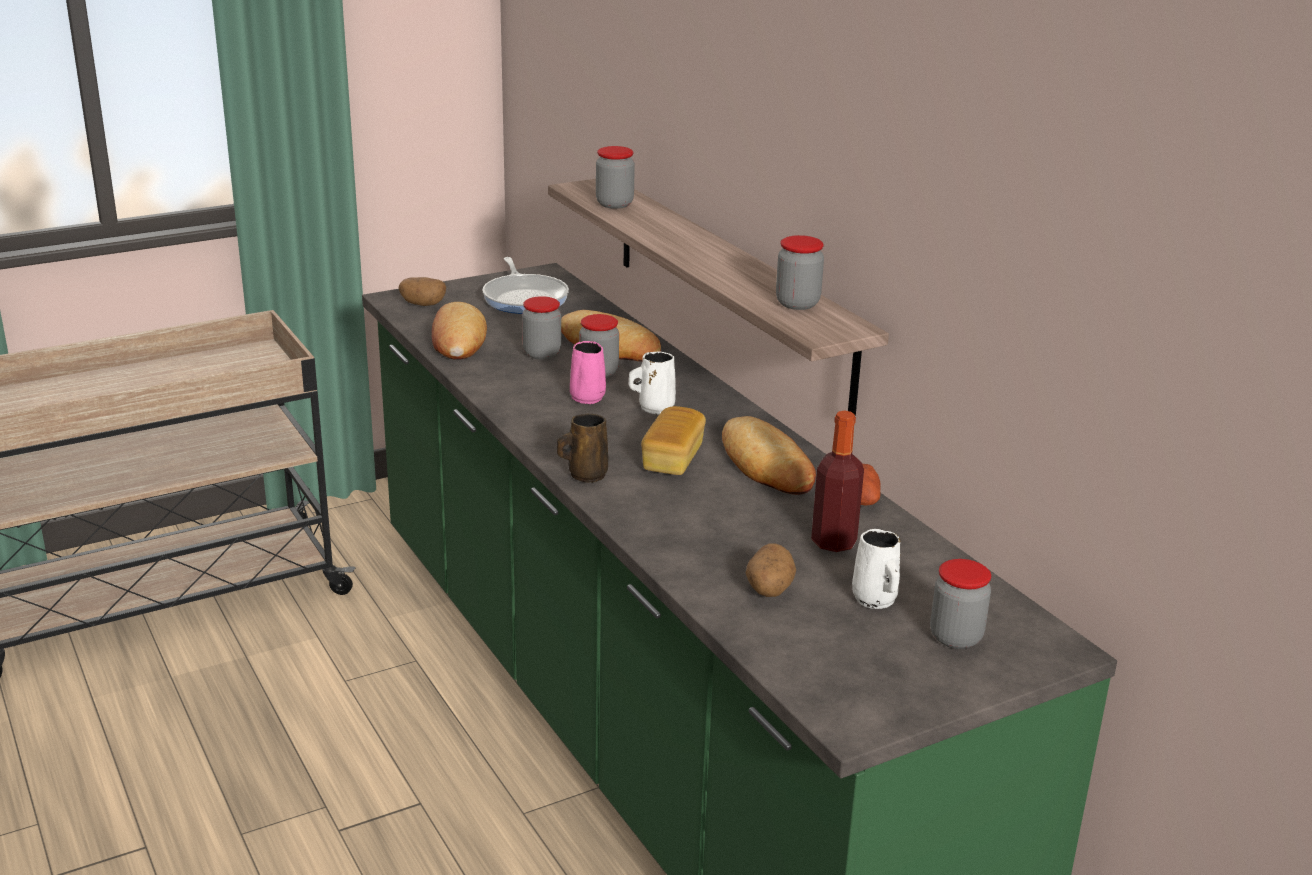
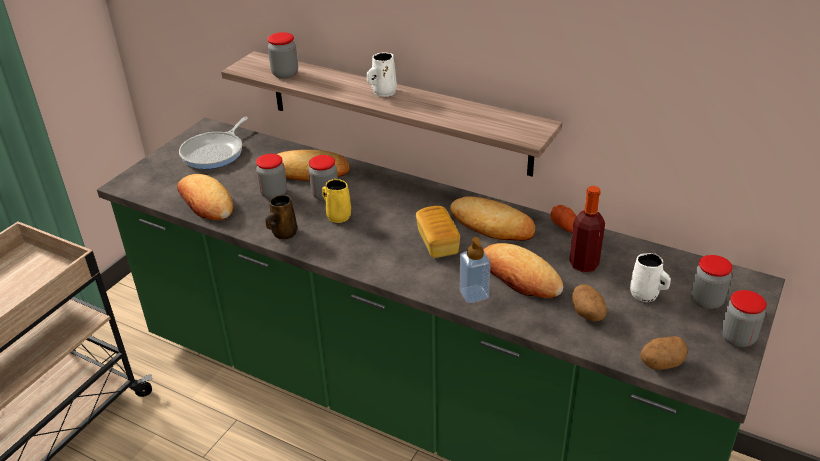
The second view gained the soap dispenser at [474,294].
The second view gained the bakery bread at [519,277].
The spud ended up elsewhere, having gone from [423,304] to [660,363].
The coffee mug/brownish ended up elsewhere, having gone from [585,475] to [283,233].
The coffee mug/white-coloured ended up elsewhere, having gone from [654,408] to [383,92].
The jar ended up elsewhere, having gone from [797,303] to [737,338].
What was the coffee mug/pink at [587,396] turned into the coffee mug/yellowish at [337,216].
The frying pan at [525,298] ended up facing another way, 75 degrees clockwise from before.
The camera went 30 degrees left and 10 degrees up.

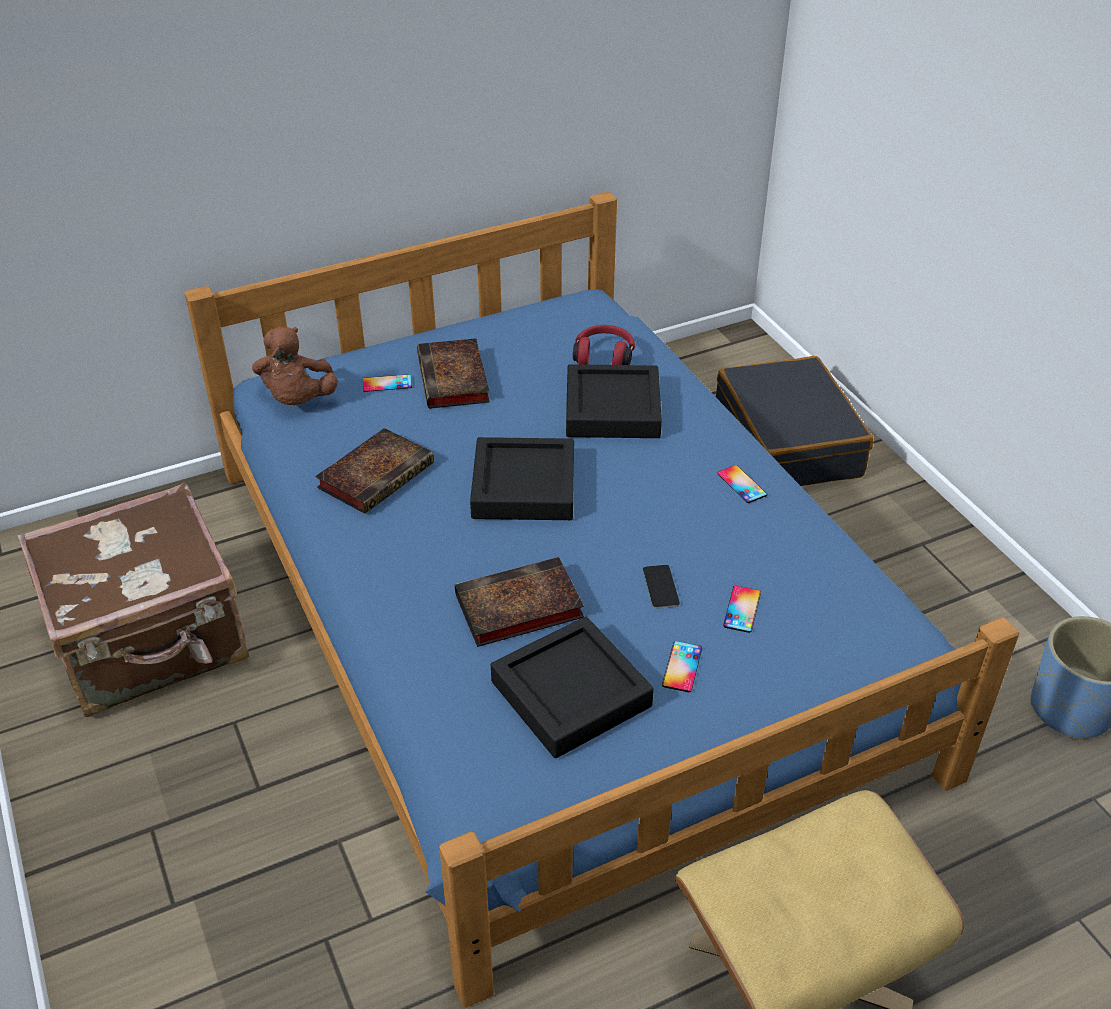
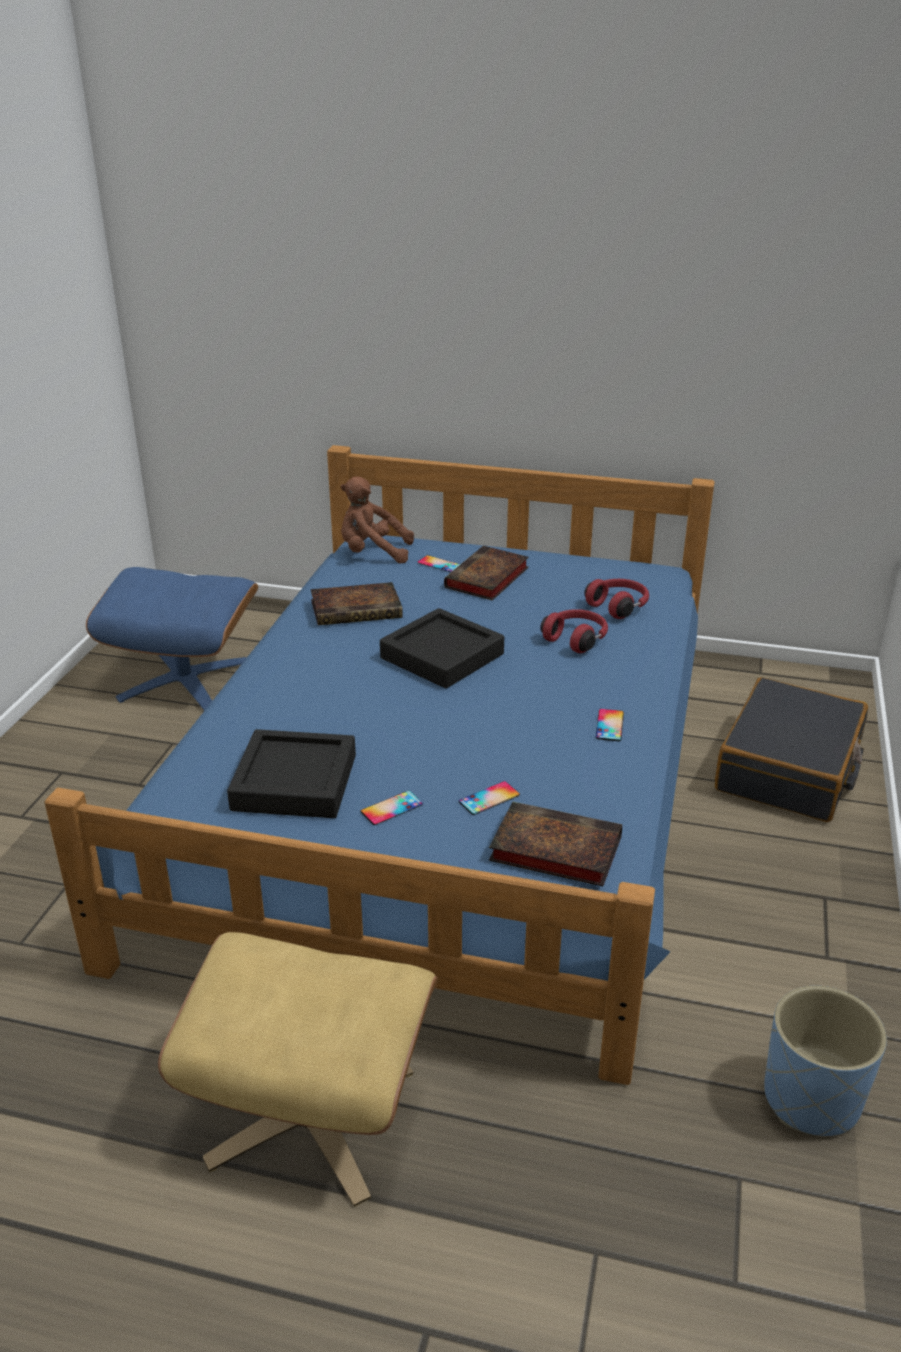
The second view lost the telephone at [660,587].
The bound book ended up elsewhere, having gone from [516,608] to [552,849].
Where the travel case/brownish stood at [152,643], the footrest/blue came to stand at [185,680].
Where the carrying tray/black-coloured stood at [612,409], the headphones/red-coloured came to stand at [576,639].
The cuddly toy/brownish at [298,400] ended up facing another way, 60 degrees clockwise from before.
The camera went 40 degrees right and 10 degrees down.

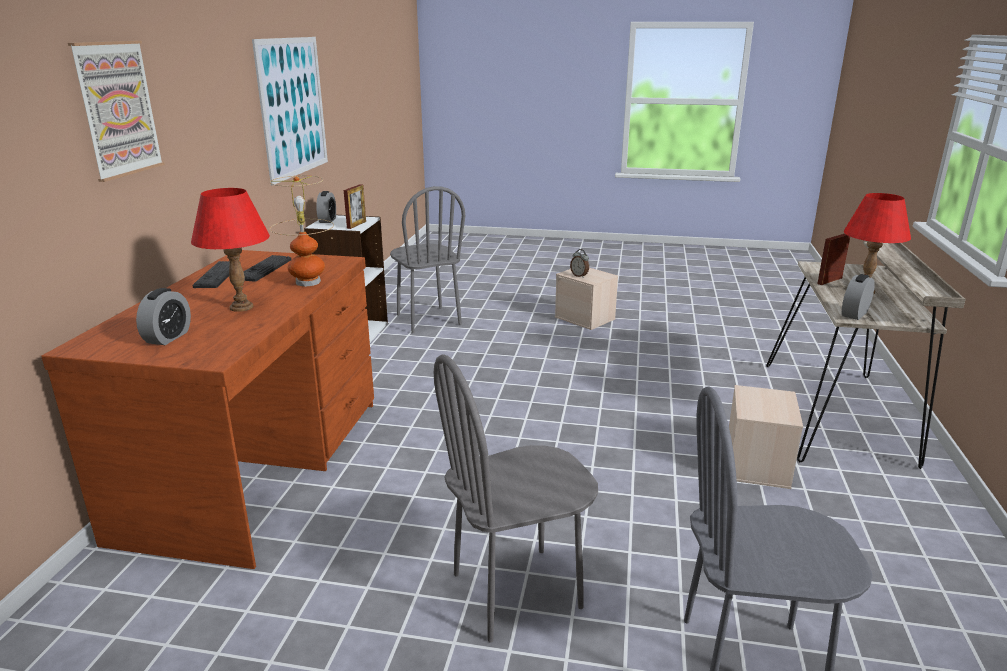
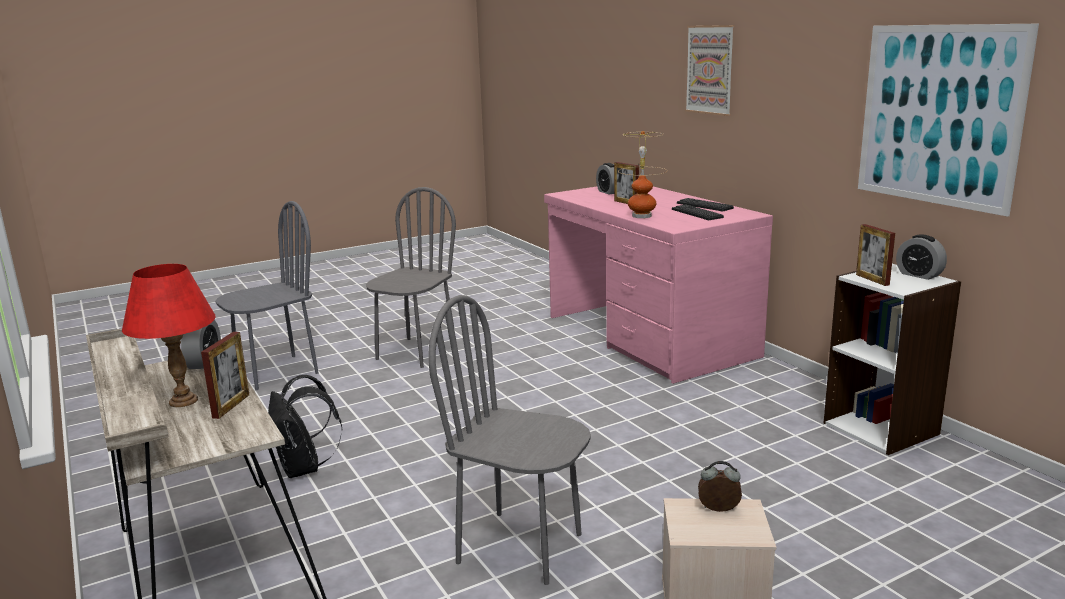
The chair/gray ended up elsewhere, having gone from [428,320] to [520,547].
Where the lamp for a table/red-coloured stood at [241,307], the picture frame came to stand at [626,203].
Where the storage bin/sand-coloured stood at [755,464], the backpack/black-coloured came to stand at [304,469].
What was the desk unit/brownish at [259,465] turned into the desk unit/pink at [648,336].
The camera went 140 degrees right and 5 degrees down.

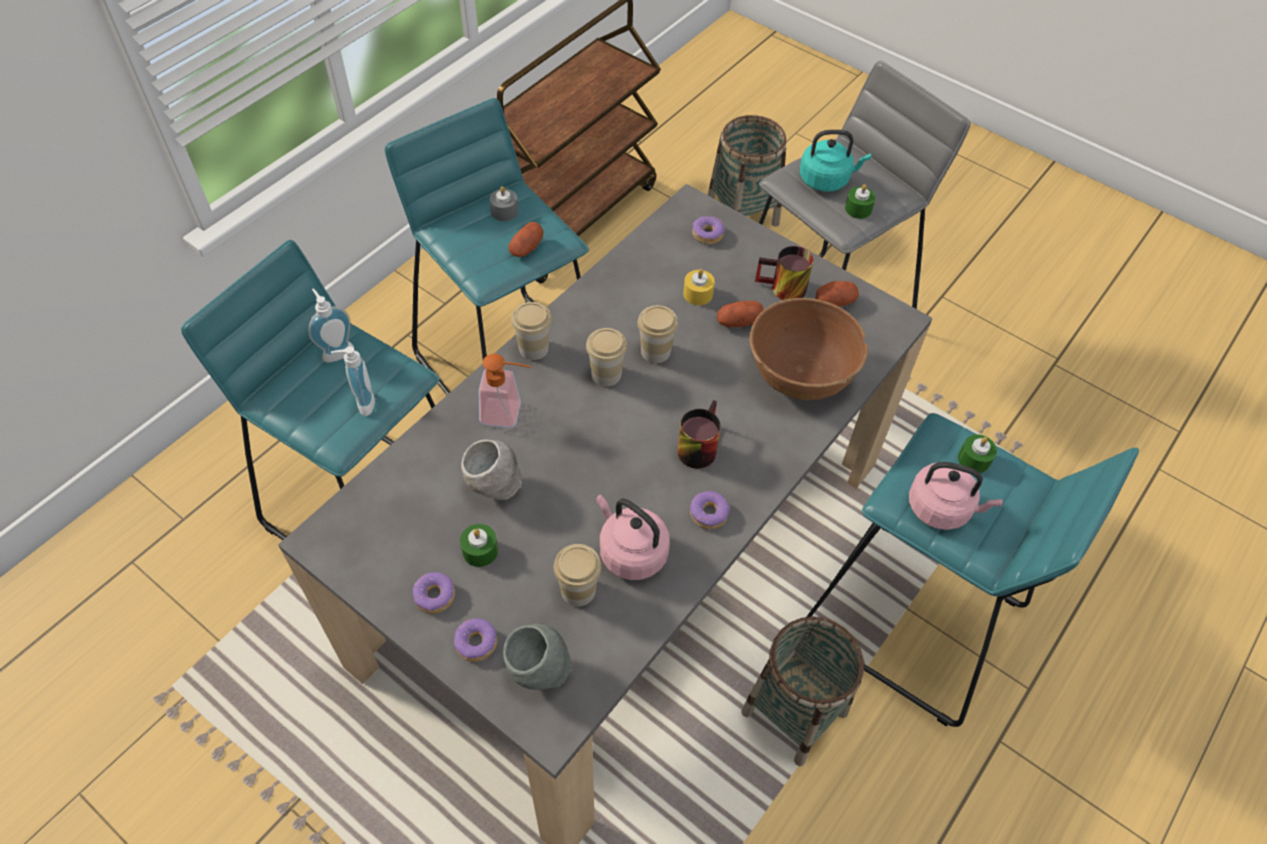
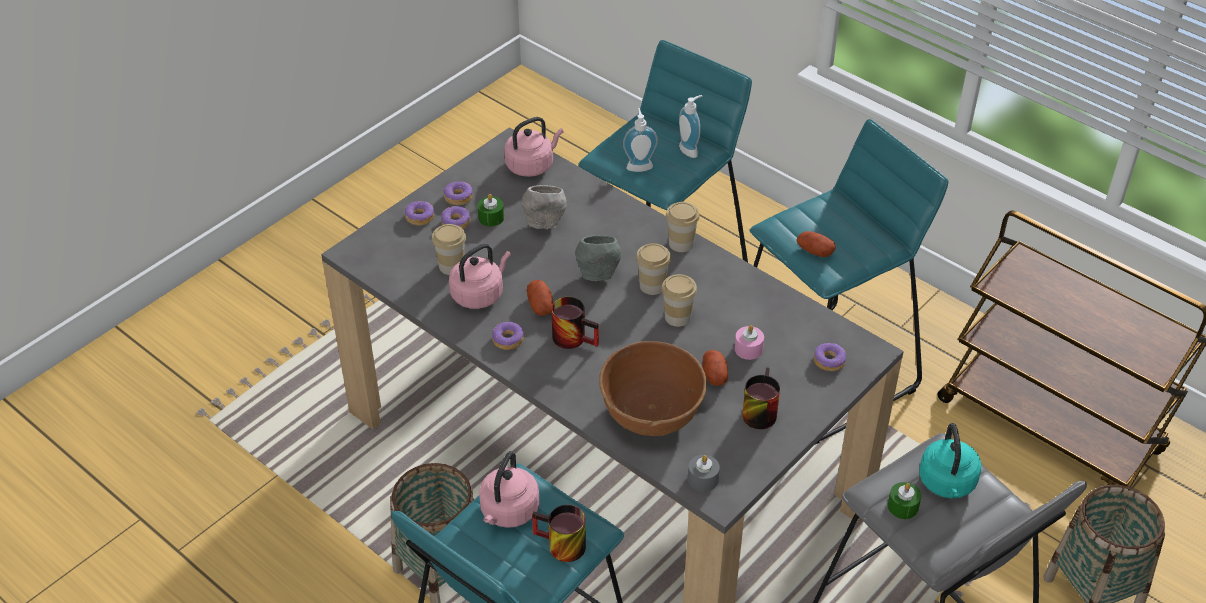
The second view lost the soap dispenser at [508,414].
The second view gained the donut at [455,223].
The second view gained the water kettle/pink at [532,165].
The wax light/gray ended up elsewhere, having gone from [504,211] to [703,479].
The deep dish/gray ended up elsewhere, having gone from [539,672] to [598,275].
The spud ended up elsewhere, having gone from [835,302] to [540,306].
Where the wax light/green-coloured stood at [974,459], the coffee mug came to stand at [559,547].
What was the wax light/yellowish at [698,294] turned into the wax light/pink at [748,349].
The camera went 95 degrees right and 10 degrees down.

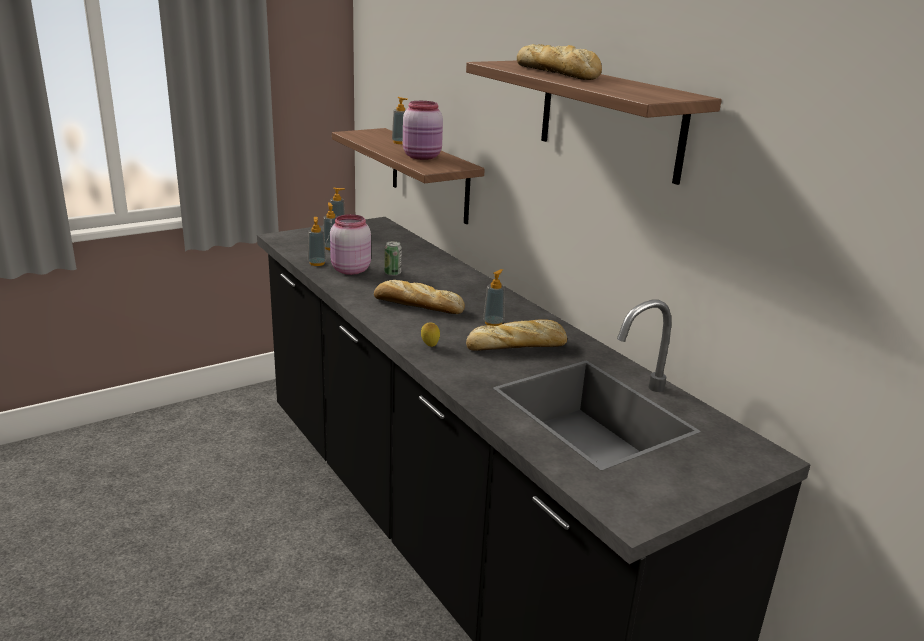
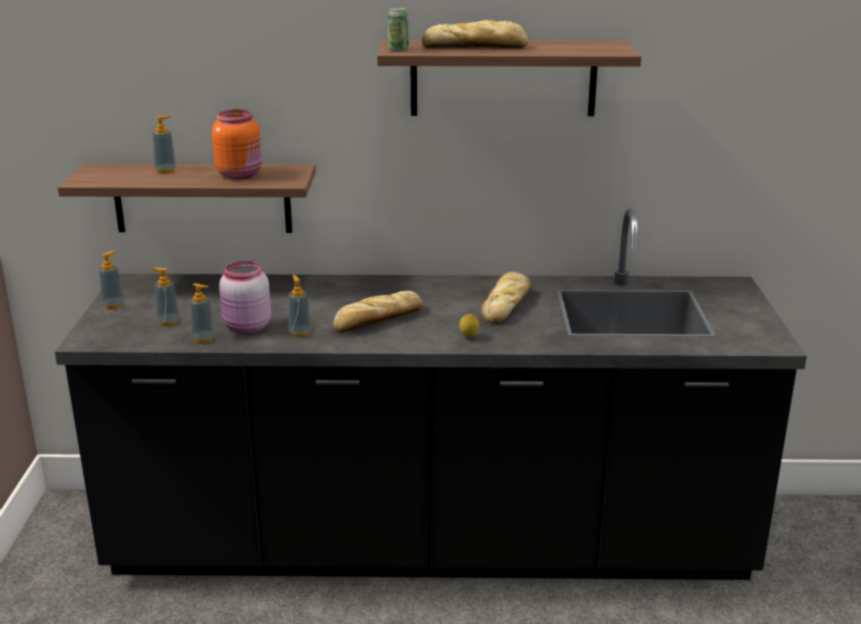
The sealed can ended up elsewhere, having gone from [392,273] to [398,49].
The soap dispenser ended up elsewhere, having gone from [493,323] to [300,333].
What was the jar/pink at [423,157] turned into the jar/orangey at [240,175].
The camera went 55 degrees left and 0 degrees up.

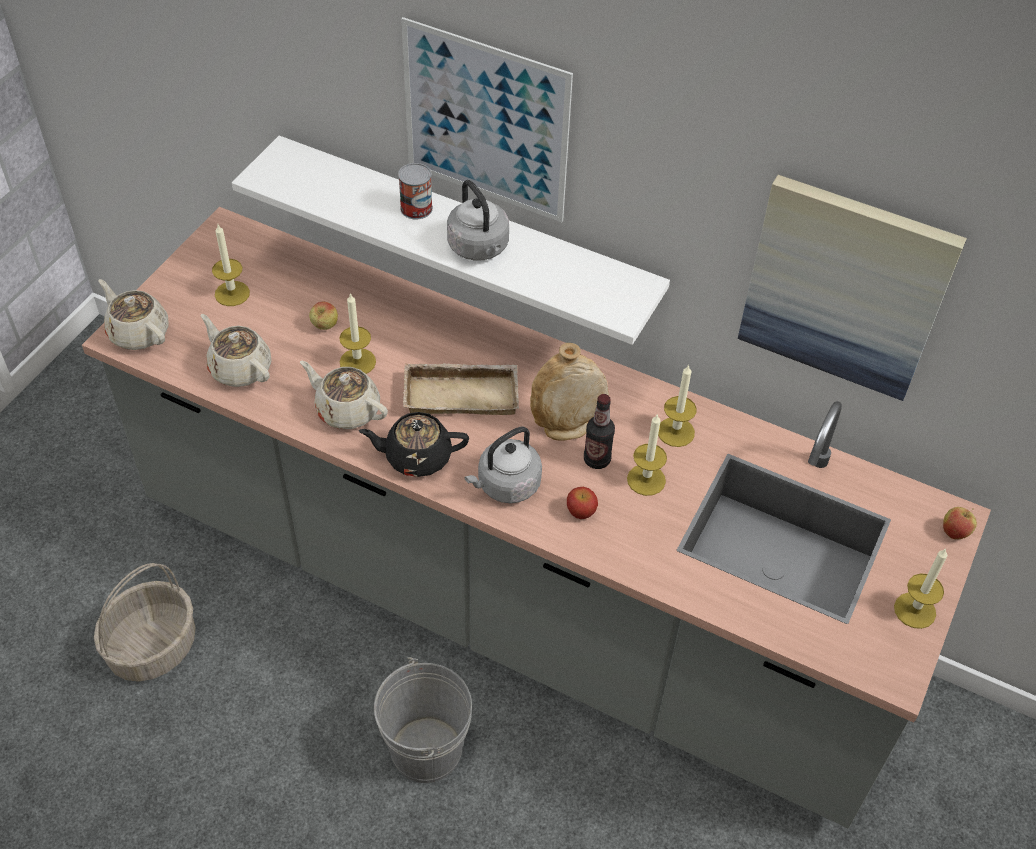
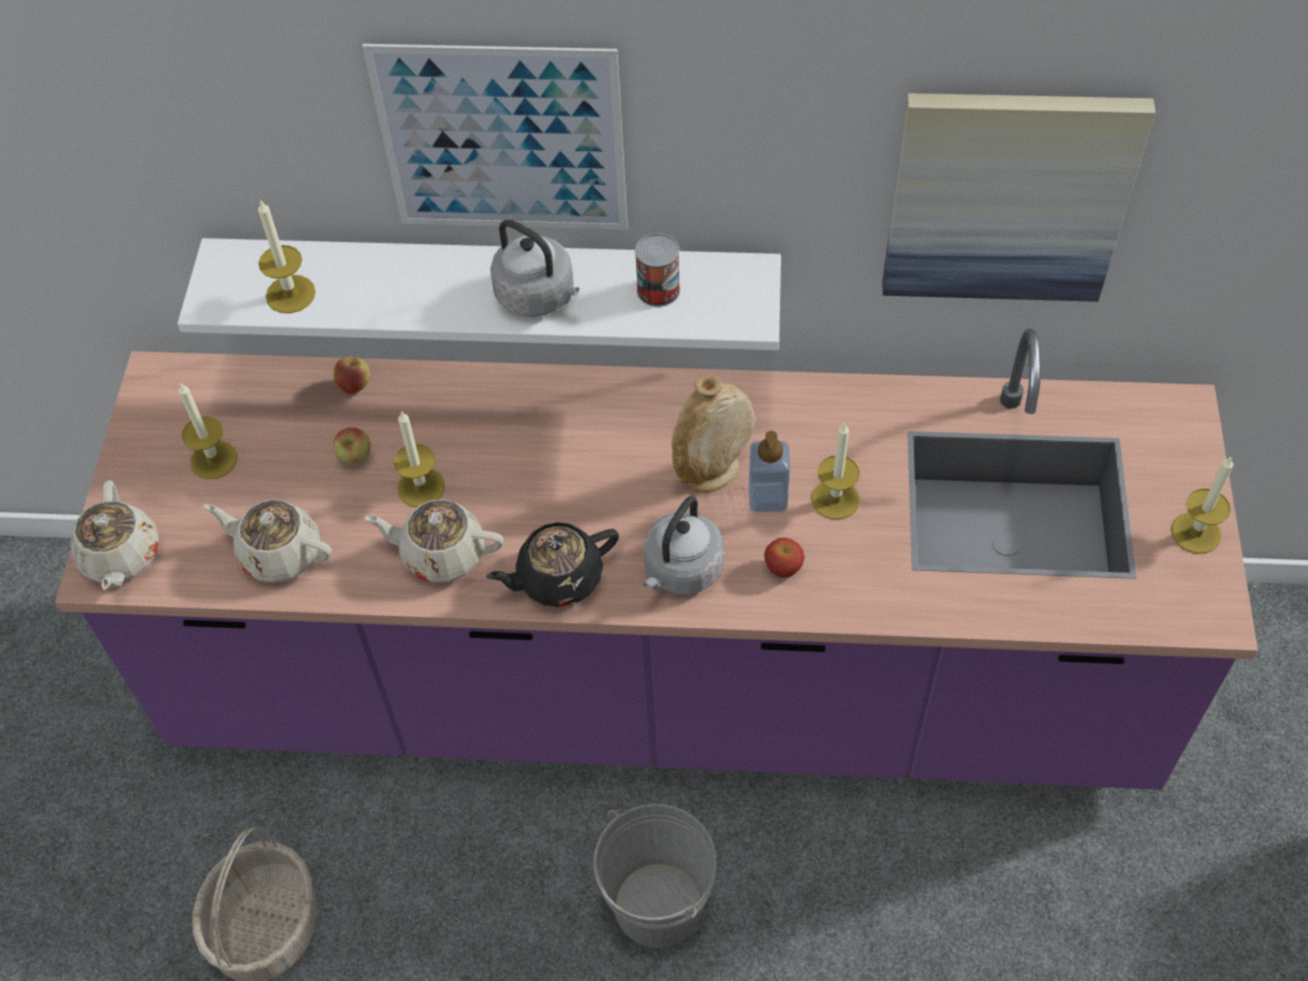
The second view lost the carrying tray/sand-coloured at [463,393].
The sealed can ended up elsewhere, having gone from [416,208] to [658,290].
The wax light ended up elsewhere, having gone from [675,432] to [290,294].
The apple ended up elsewhere, having gone from [954,532] to [355,386].
Where the drink bottle stood at [597,460], the soap dispenser came to stand at [767,497].
What was the counter/gray at [511,596] turned into the counter/purplish at [663,682].
The tea pot/sand-coloured at [138,332] ended up facing another way, 120 degrees counterclockwise from before.
The camera went 20 degrees left and 5 degrees up.

